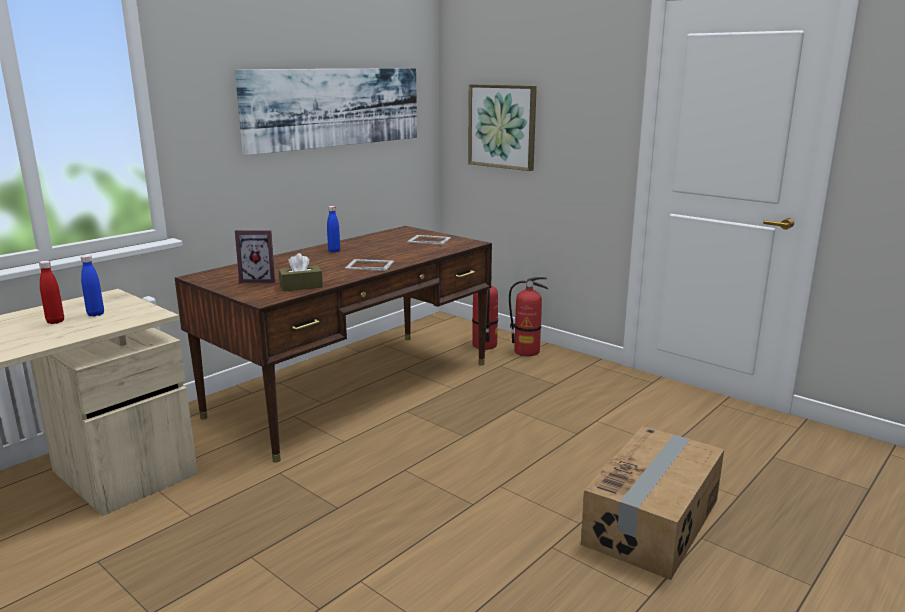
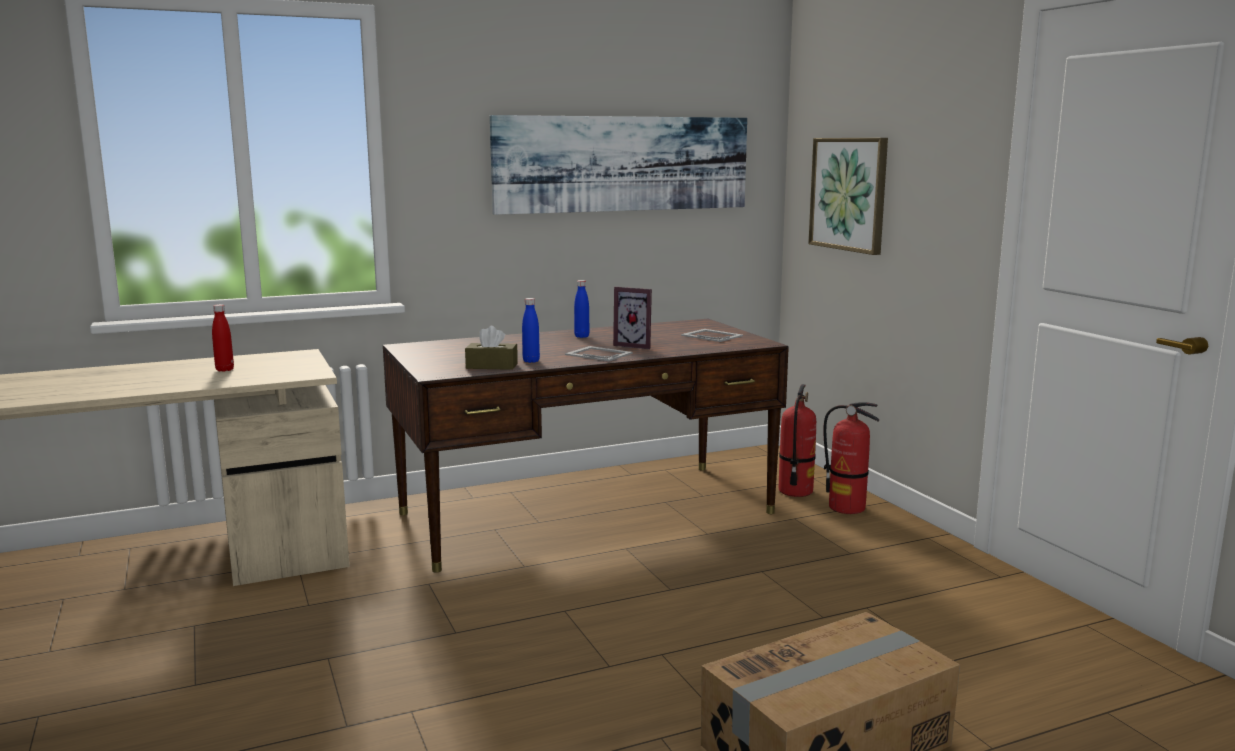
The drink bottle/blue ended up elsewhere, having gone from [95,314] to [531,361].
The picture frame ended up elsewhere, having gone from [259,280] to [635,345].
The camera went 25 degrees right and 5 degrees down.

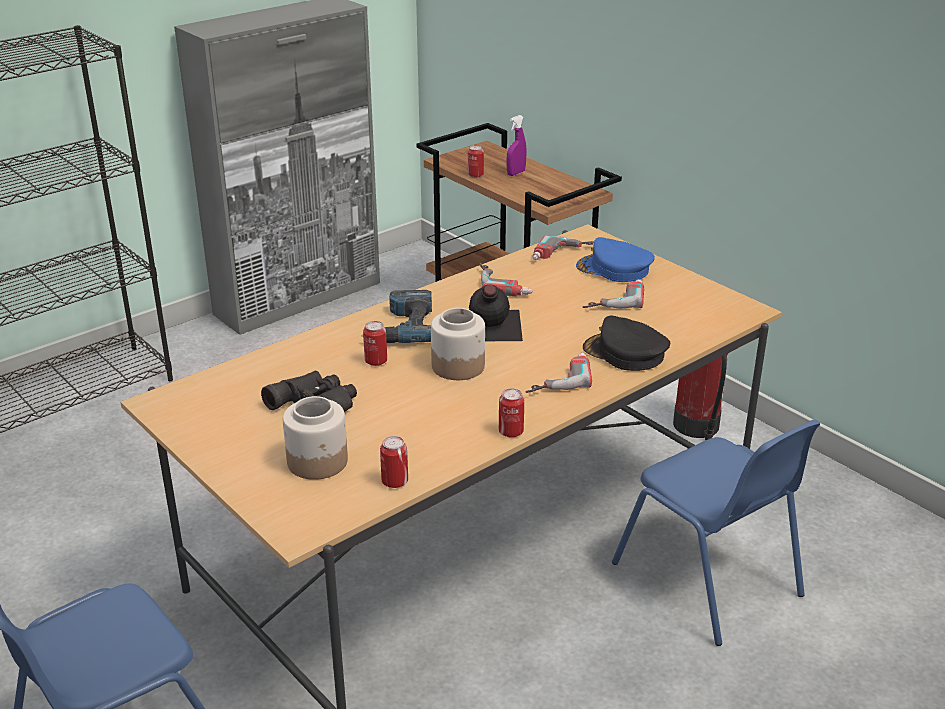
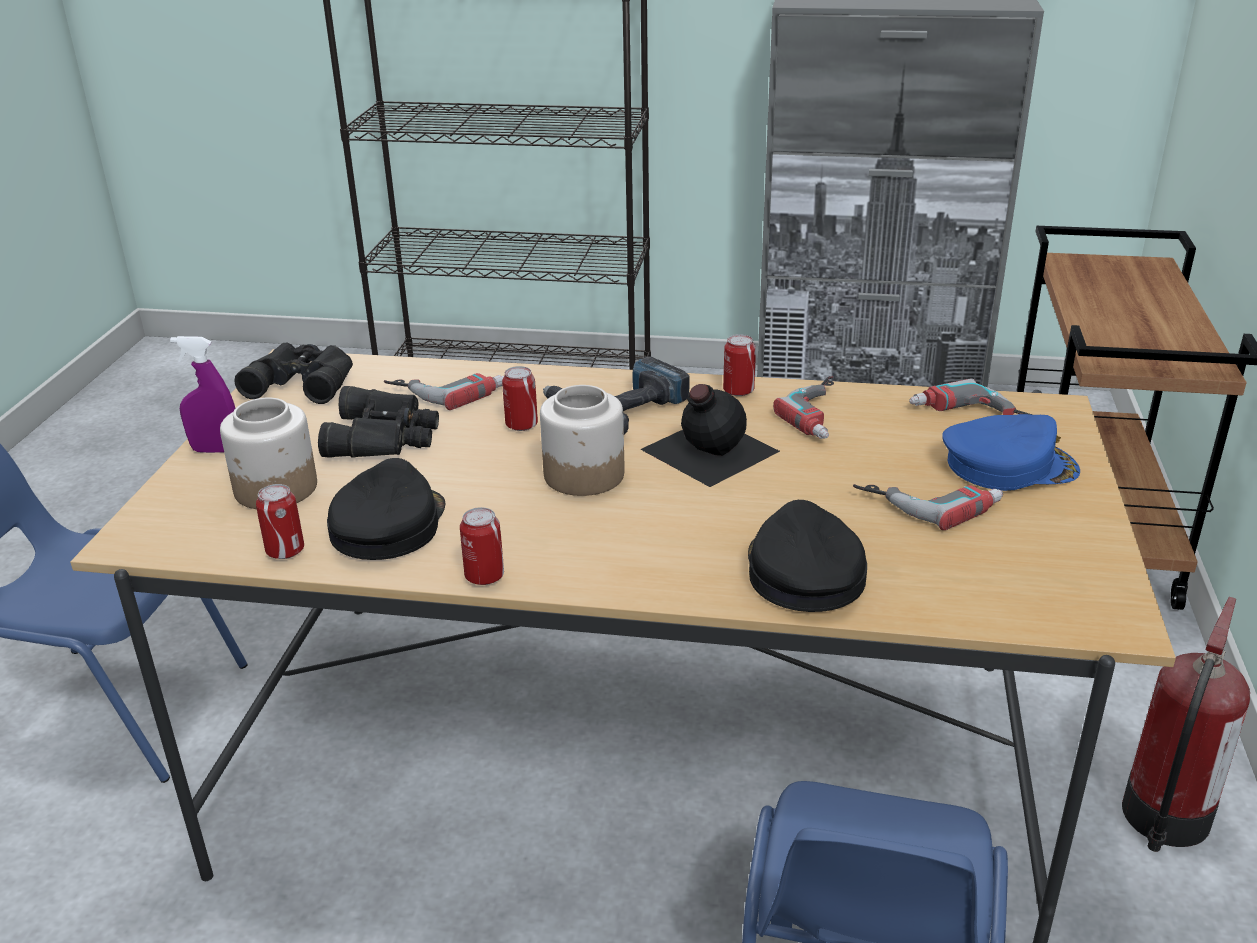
The second view gained the pair of binoculars/black-coloured at [304,381].
The second view gained the baseball cap/black-coloured at [387,525].
The sealed can ended up elsewhere, having gone from [475,175] to [738,391].
The spray bottle/purplish ended up elsewhere, having gone from [516,173] to [216,450].
The drill ended up elsewhere, having gone from [557,378] to [447,389].
The baseball cap/blue at [614,269] ended up facing another way, 105 degrees clockwise from before.
The camera went 50 degrees right and 0 degrees up.

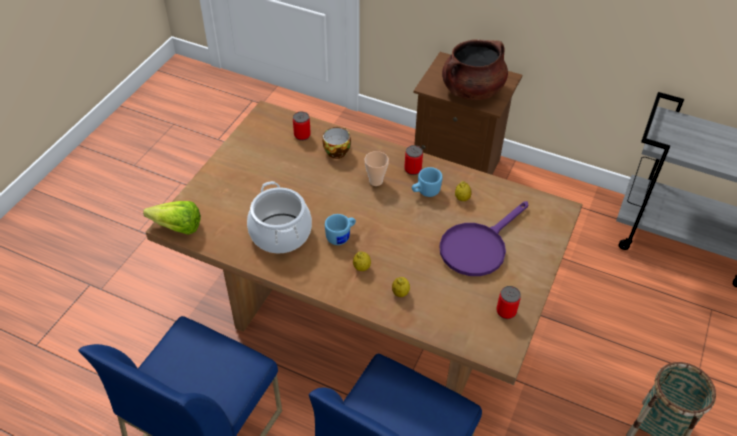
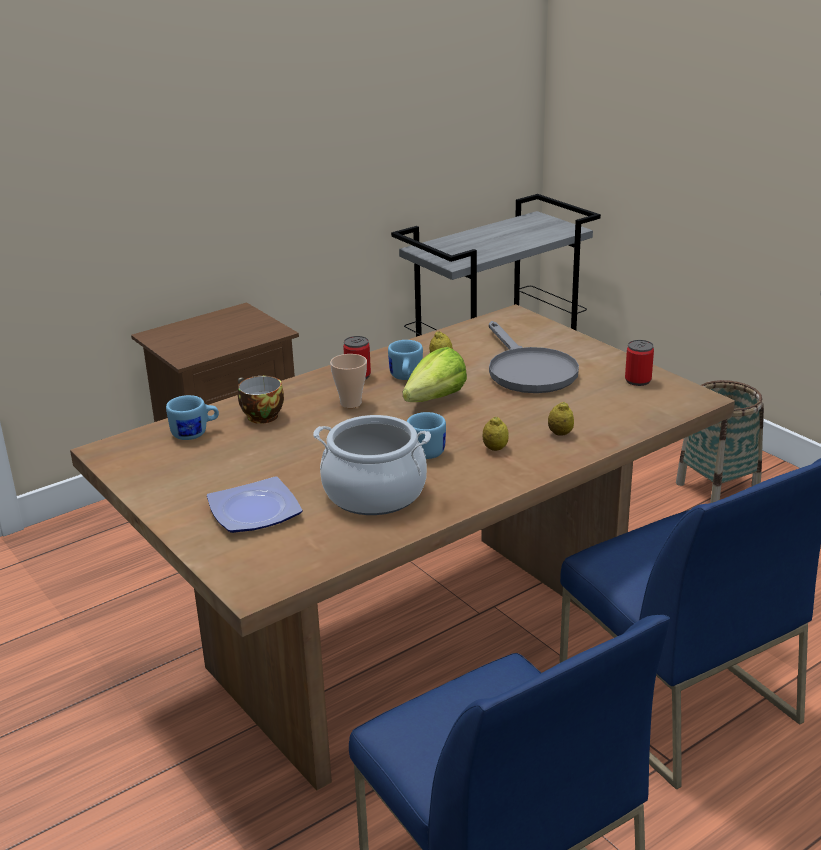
The second view lost the saucepot/brownish at [472,90].
The second view gained the flat dish at [256,511].
The lettuce ended up elsewhere, having gone from [174,226] to [429,402].
Where the sealed can stood at [302,135], the coffee mug/blue came to stand at [195,433].
What was the frying pan/purplish at [478,246] turned into the frying pan/gray at [527,371].
The camera went 60 degrees left and 20 degrees down.

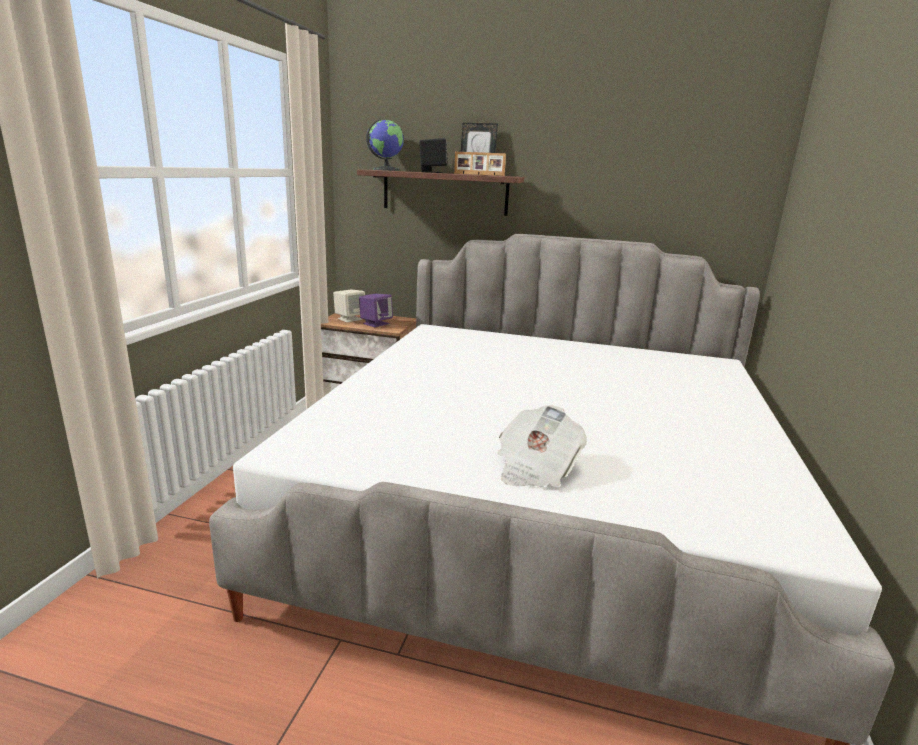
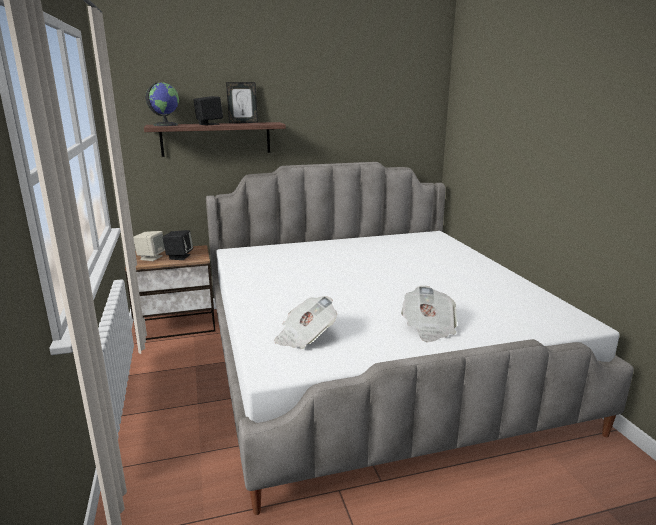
The second view lost the picture frame at [478,174].
The second view gained the daily paper at [305,337].
What was the loudspeaker/purplish at [376,323] turned into the loudspeaker/black-coloured at [179,257].
The camera went 30 degrees left and 0 degrees up.

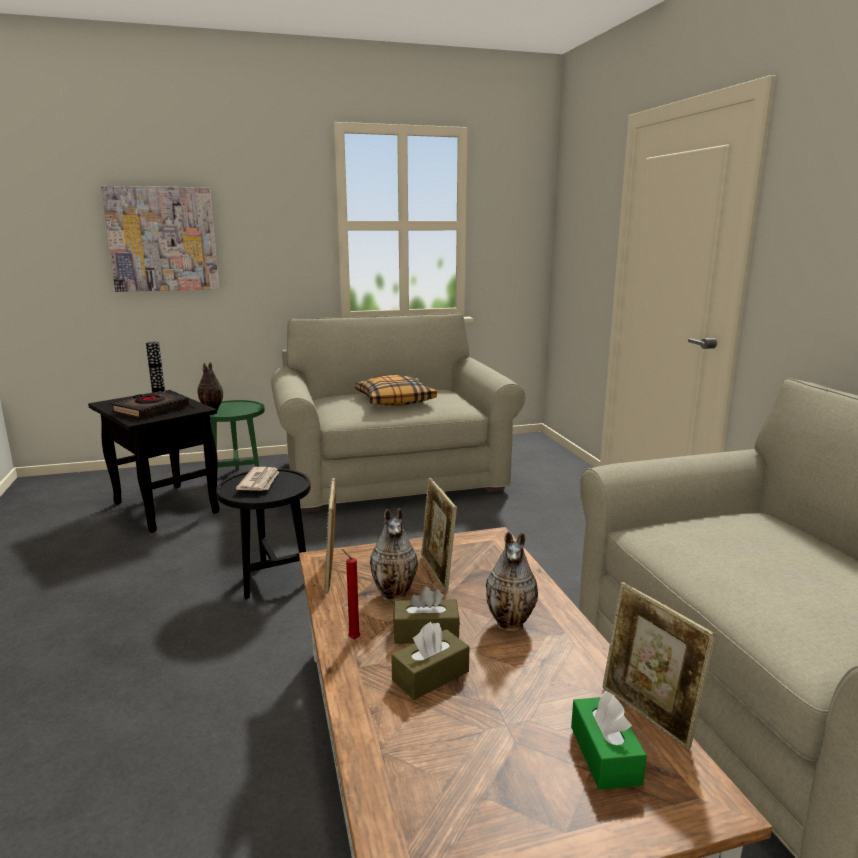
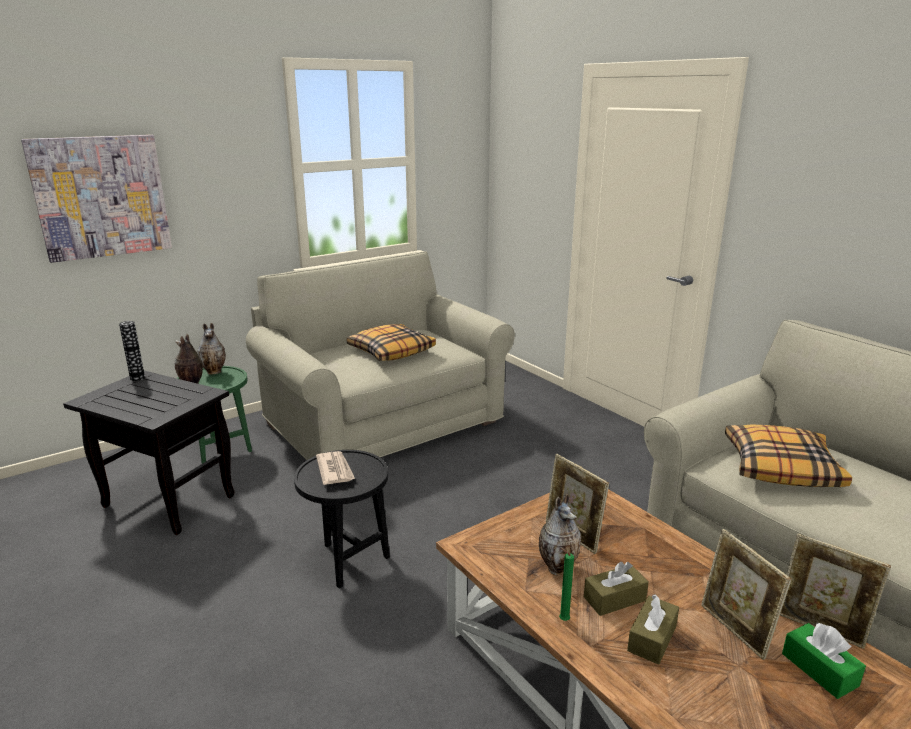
The second view lost the bound book/black-coloured at [151,409].
The second view gained the cushion at [780,467].
The picture frame ended up elsewhere, having gone from [331,573] to [735,630].
The vase ended up elsewhere, having gone from [511,624] to [215,371].
What was the wax light/red-coloured at [352,638] turned into the wax light/green-coloured at [562,620].
The camera went 20 degrees left and 5 degrees up.

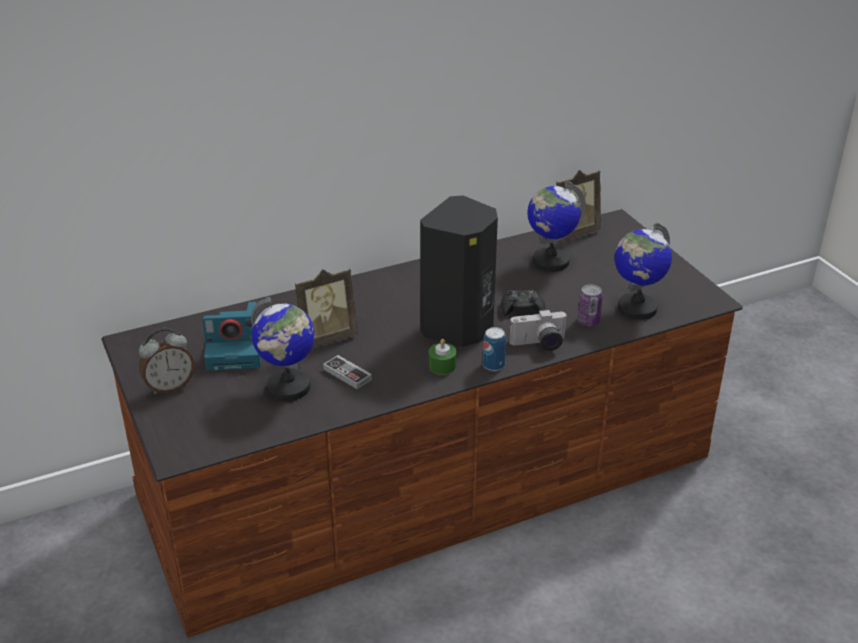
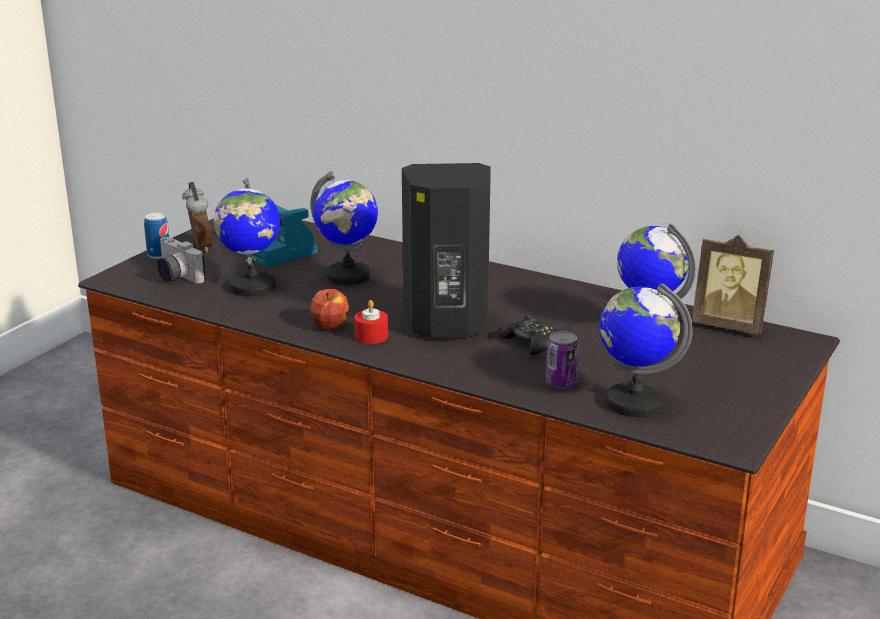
The second view lost the gamepad at [347,374].
The second view gained the apple at [331,325].
The sealed can ended up elsewhere, having gone from [493,365] to [159,255].
The photo camera ended up elsewhere, having gone from [539,344] to [175,276].
Where the picture frame stood at [326,337], the world globe came to stand at [348,276].
What was the wax light/green-coloured at [442,366] turned into the wax light/red-coloured at [371,336].
The alarm clock at [169,386] ended up facing another way, 135 degrees counterclockwise from before.
The camera went 55 degrees right and 10 degrees down.

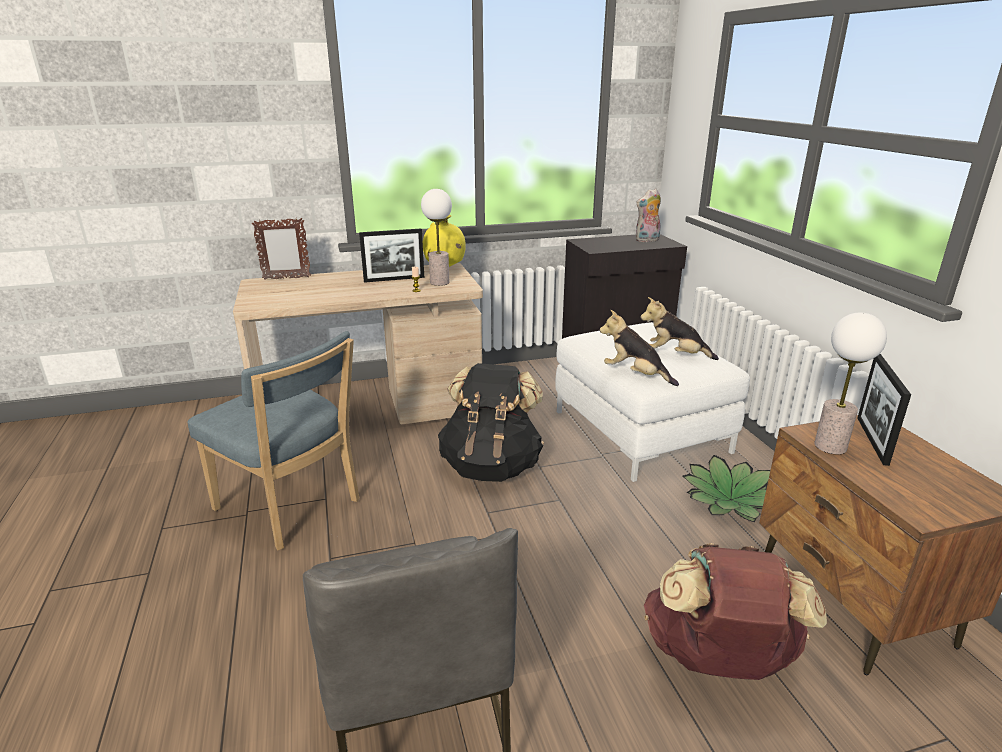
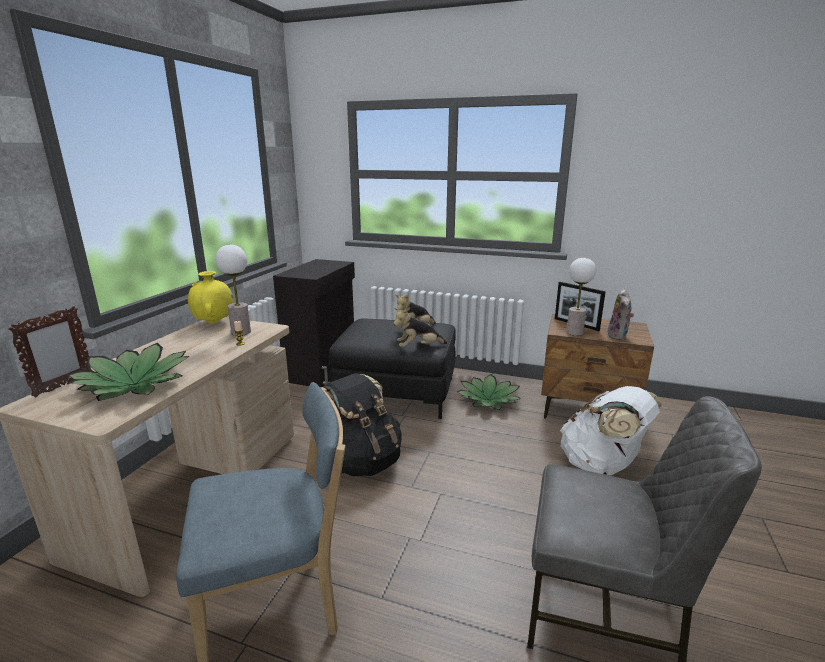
The second view lost the picture frame at [394,279].
The second view gained the houseplant at [135,384].
The cuddly toy ended up elsewhere, having gone from [647,240] to [618,336].
What was the footrest/white-coloured at [640,431] turned into the footrest/black-coloured at [396,392].
What was the backpack/brownish at [717,660] turned into the backpack/white-coloured at [602,465].
The camera went 55 degrees left and 5 degrees down.

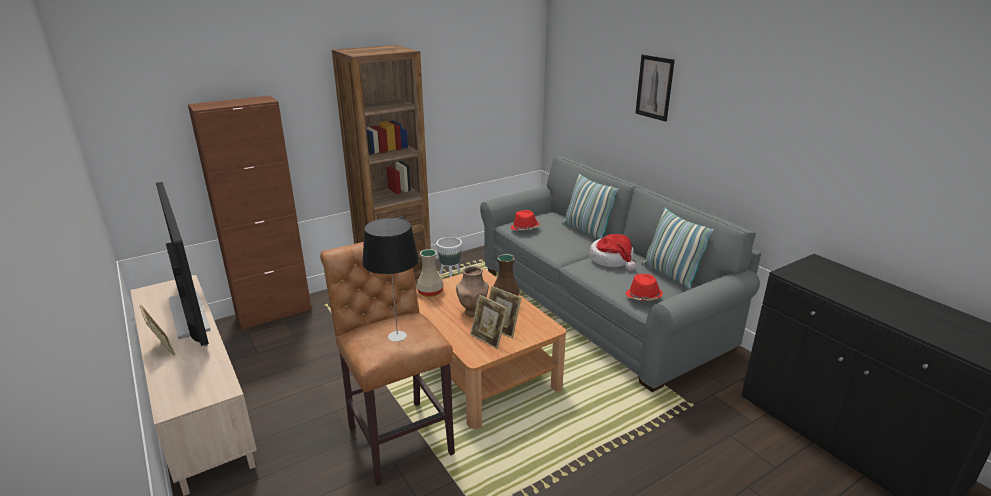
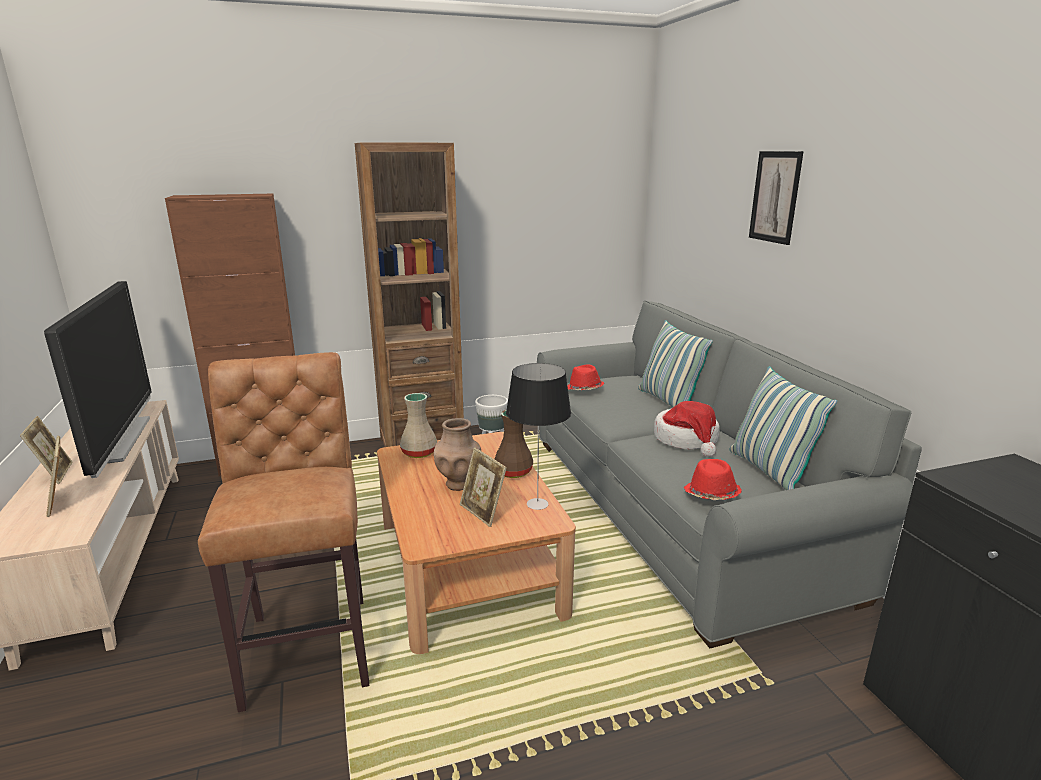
The lamp for a table ended up elsewhere, having gone from [397,335] to [537,503].
The picture frame ended up elsewhere, having gone from [488,339] to [61,502].
The camera went 15 degrees right and 5 degrees down.

